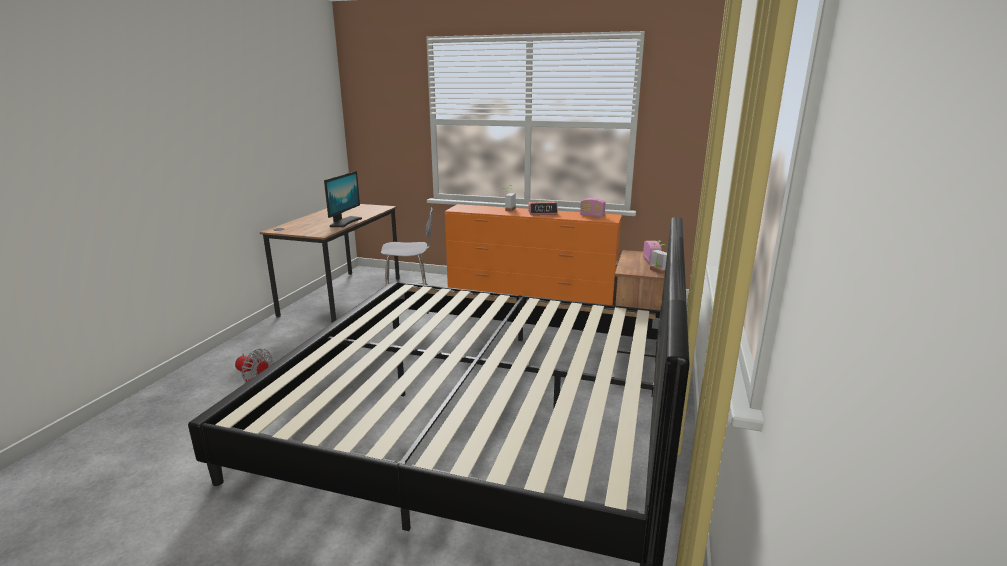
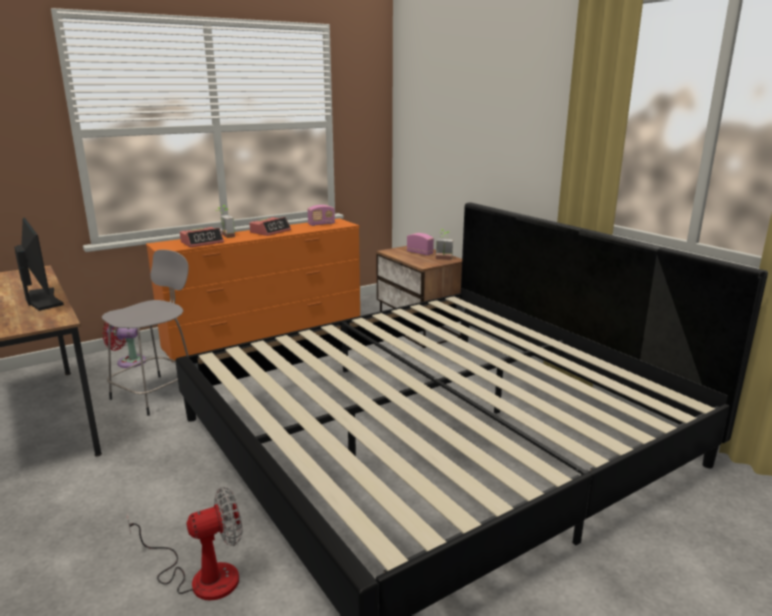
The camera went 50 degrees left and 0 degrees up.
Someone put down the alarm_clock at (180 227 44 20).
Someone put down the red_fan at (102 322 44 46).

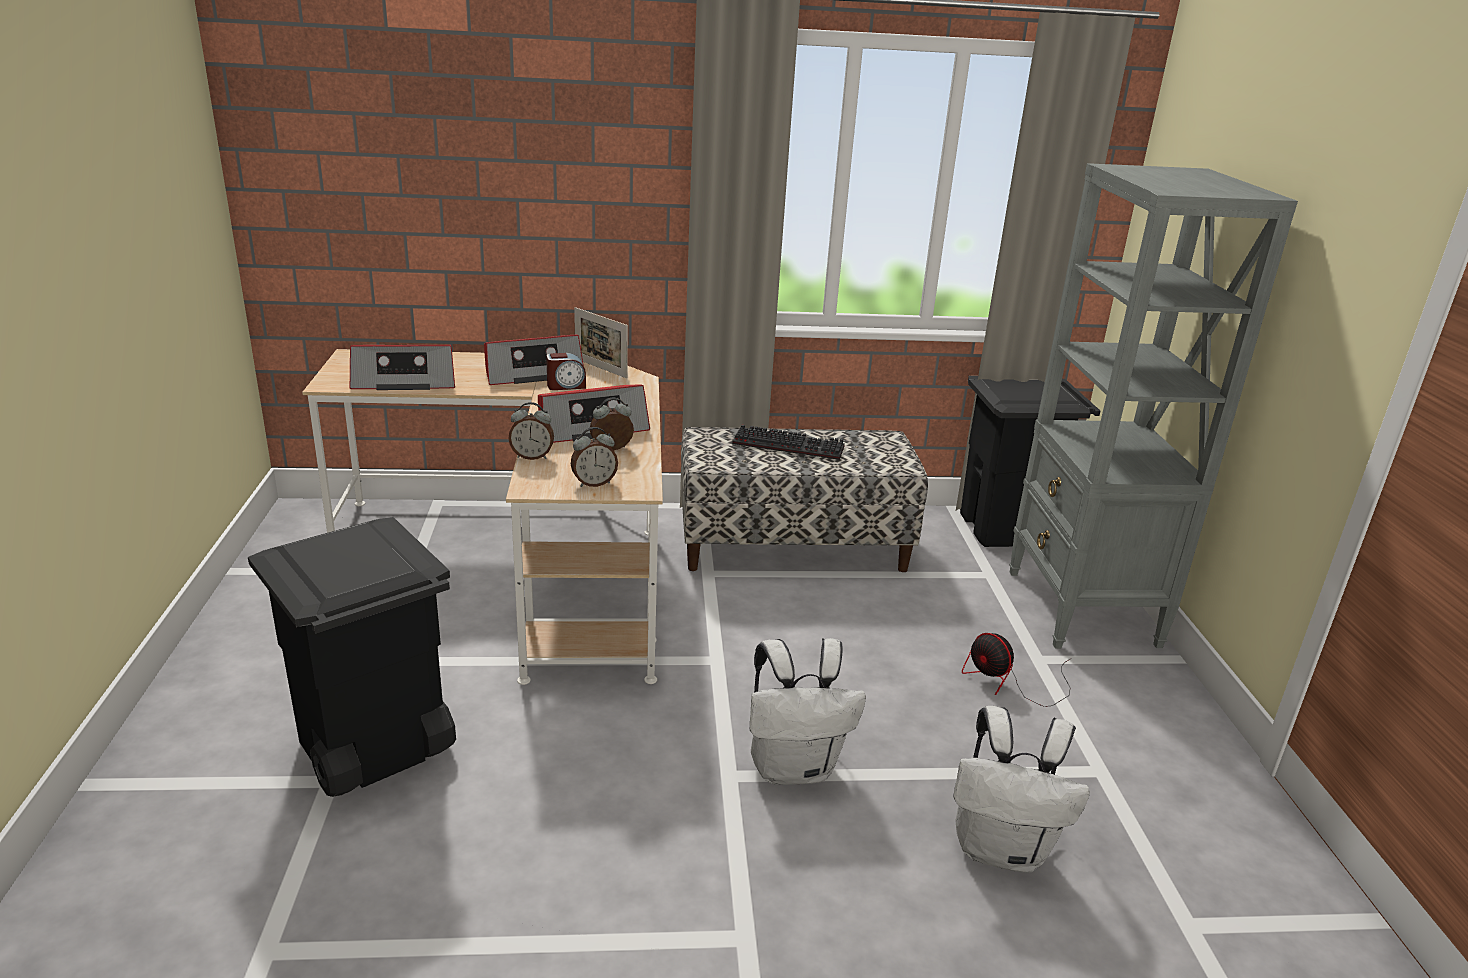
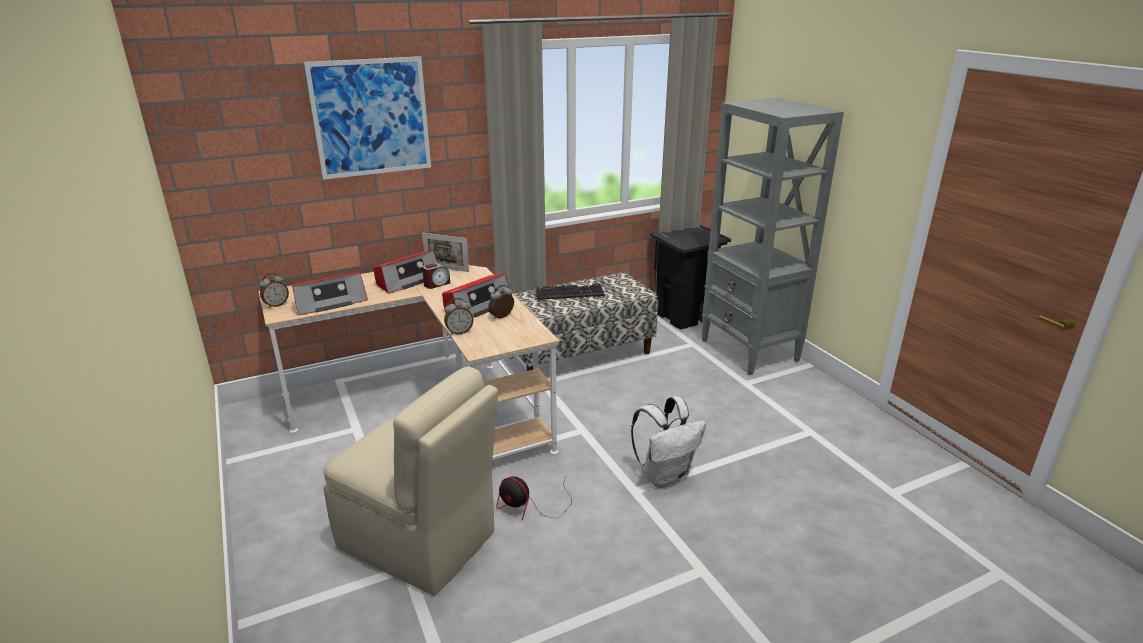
The camera went 20 degrees left and 0 degrees up.
Someone carried the alarm_clock from (571 427 47 60) to (260 273 29 35).
Someone swapped the black_trash_can at (248 517 208 280) for the beige_chair at (323 366 175 229).
Someone carried the fan from (962 633 108 74) to (496 474 75 46).
Someone took away the white_backpack at (953 706 137 167).
Someone put up the picture at (304 56 127 124).

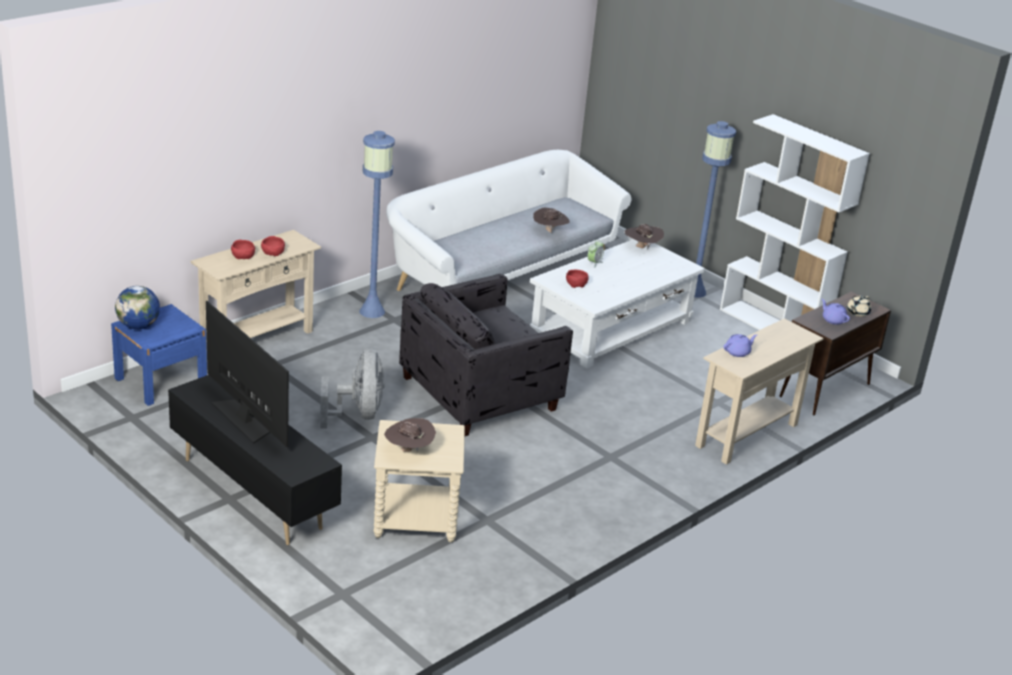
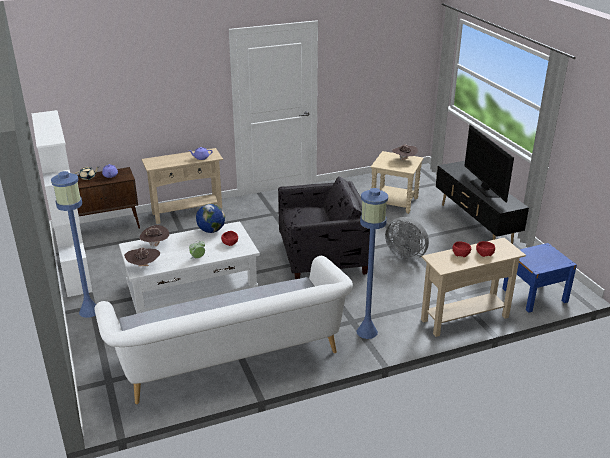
The camera went 155 degrees left and 0 degrees up.
Someone carried the brown_hat from (533 208 36 25) to (140 225 29 21).
Someone carried the globe from (115 286 45 43) to (196 204 29 29).
Someone rotated the grey_fan at (320 347 65 82) by 75 degrees counterclockwise.

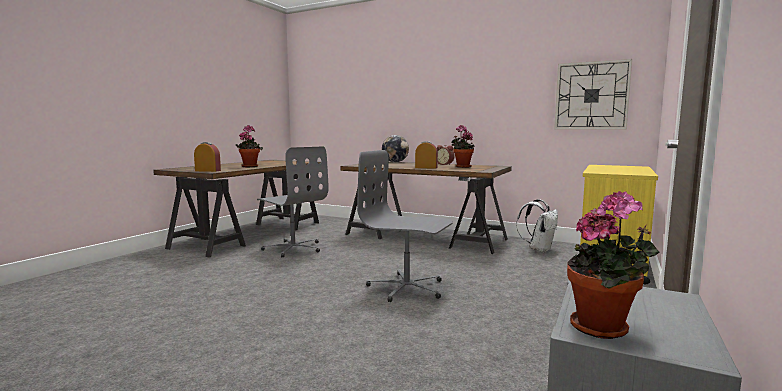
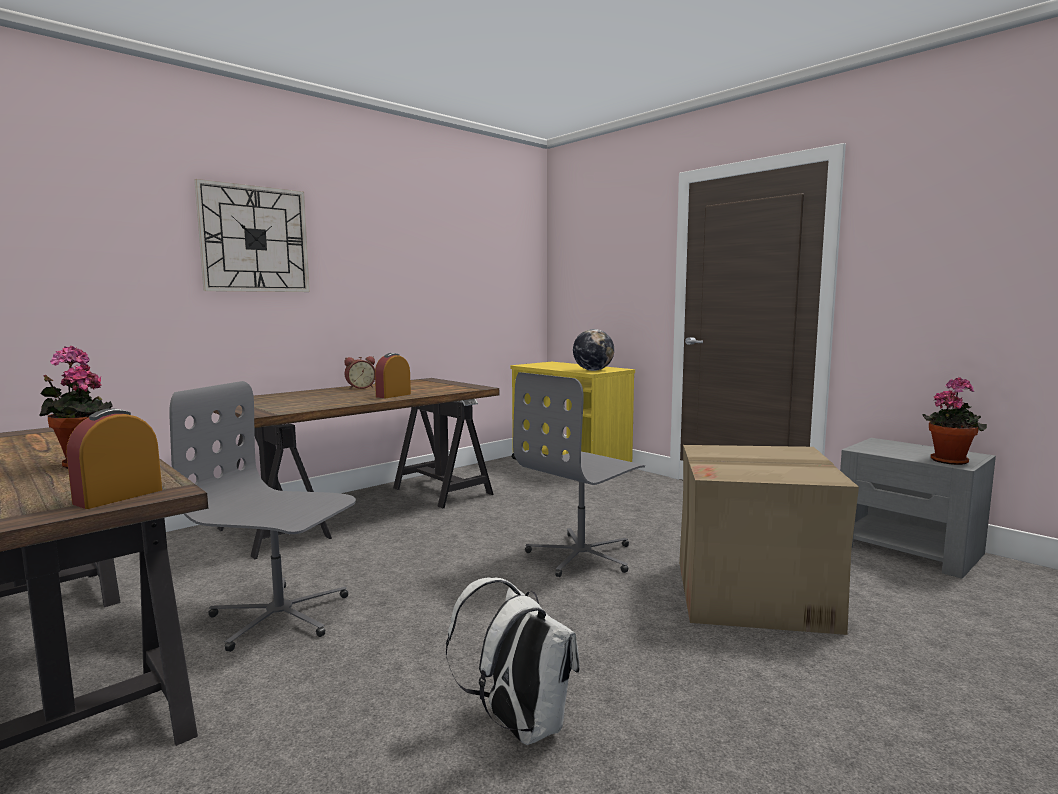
The camera went 70 degrees left and 0 degrees up.
Someone carried the wall_clock from (554 59 78 70) to (194 179 116 113).
Someone took away the potted_plant at (451 125 24 43).
Someone carried the globe from (382 135 27 28) to (573 329 41 42).
Someone rotated the grey_office_chair at (257 146 72 111) by 135 degrees counterclockwise.
Someone carried the white_backpack from (516 199 42 54) to (446 577 134 168).
Someone put down the cardboard_box at (679 445 180 190).

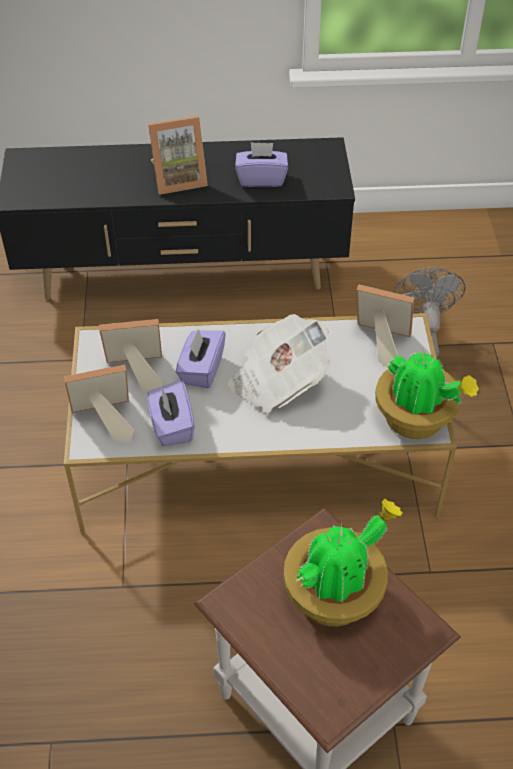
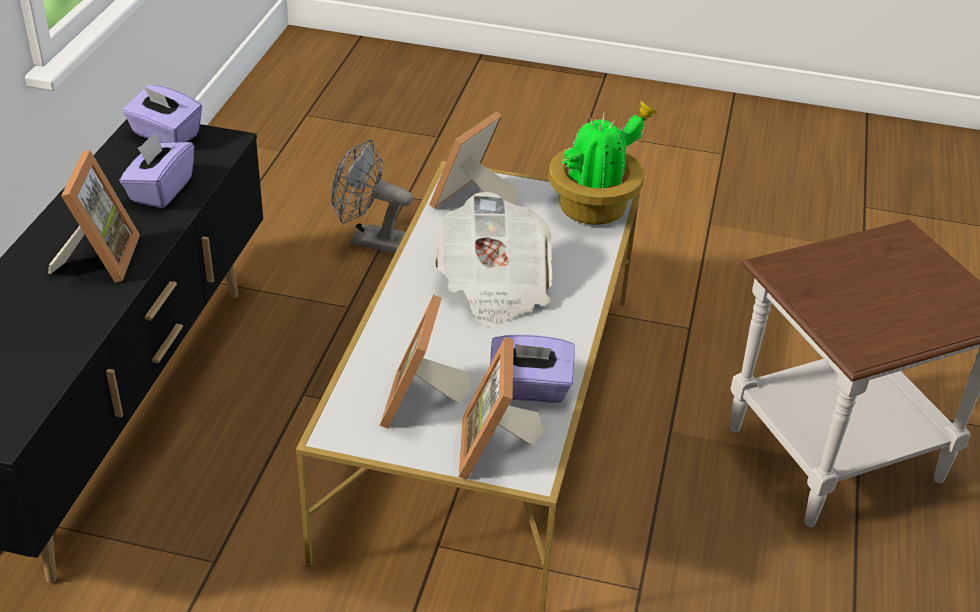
The camera went 75 degrees left and 10 degrees down.
Someone carried the purple_tissue_box from (176 329 50 59) to (123 85 79 58).
Someone took away the potted_plant at (283 499 120 128).

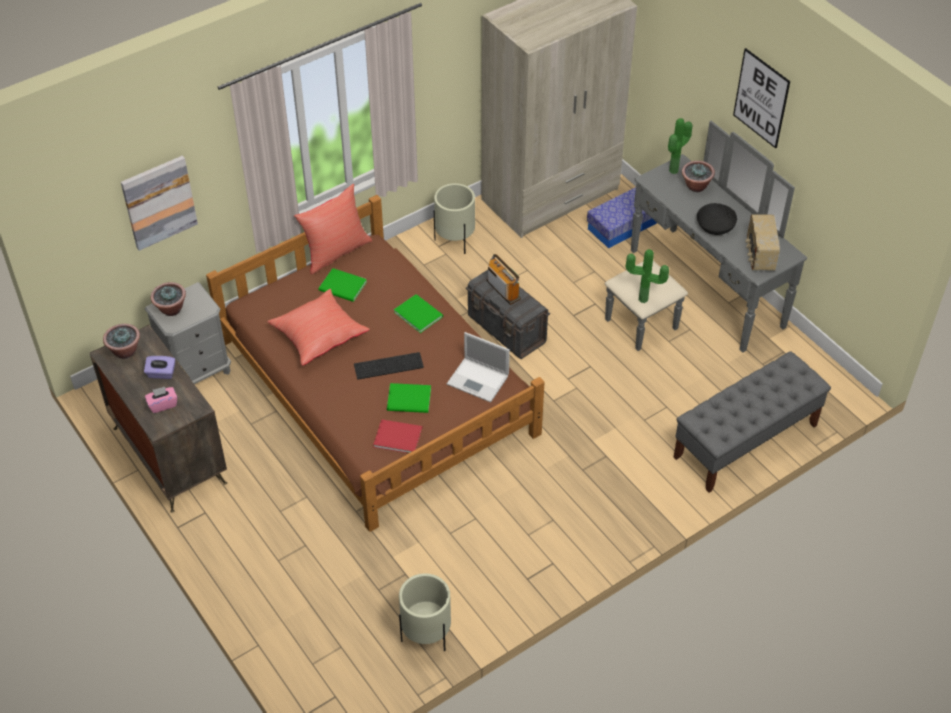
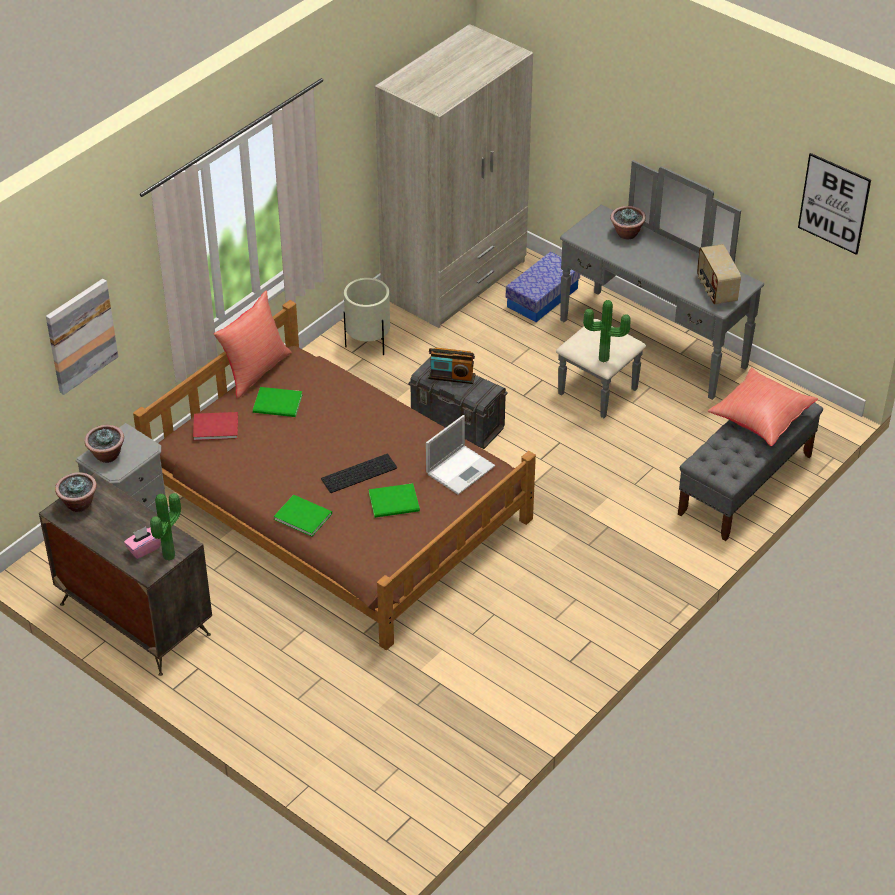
The camera went 15 degrees left and 5 degrees down.
Someone carried the picture from (733 48 57 101) to (798 153 73 102).
Someone carried the potted_plant from (668 118 24 56) to (150 493 31 68).
Someone took away the black_bowl at (697 203 40 32).
Someone rotated the radio at (486 254 35 51) by 150 degrees clockwise.
Someone carried the red_pillow from (268 289 102 77) to (708 367 110 79).
Someone carried the green_book from (394 294 49 39) to (274 495 58 42).
Someone rotated the laptop at (447 332 63 70) by 60 degrees counterclockwise.
Someone took away the purple_tissue_box at (144 356 31 23).
Someone carried the red_book from (373 419 49 34) to (193 412 45 28).
Someone took away the beige_planter at (399 573 52 78).

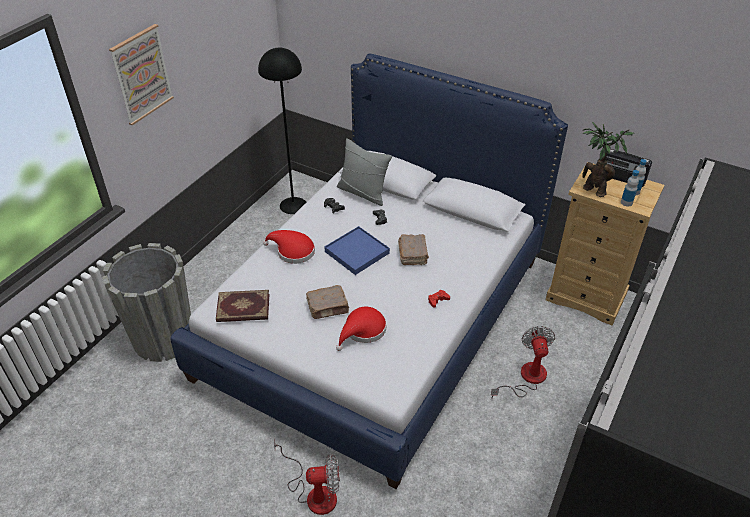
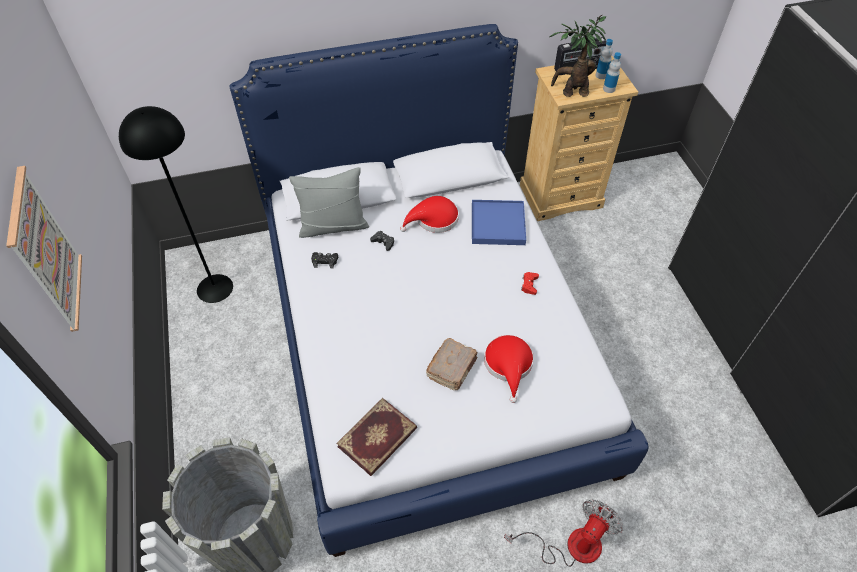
The camera went 45 degrees left and 10 degrees up.
Someone carried the blue_tray from (324 226 66 49) to (472 200 54 45).
Someone carried the red_hat from (263 230 52 34) to (400 196 59 37).
Someone took away the brown_book at (398 234 31 31).
Someone took away the fan at (491 326 64 72).

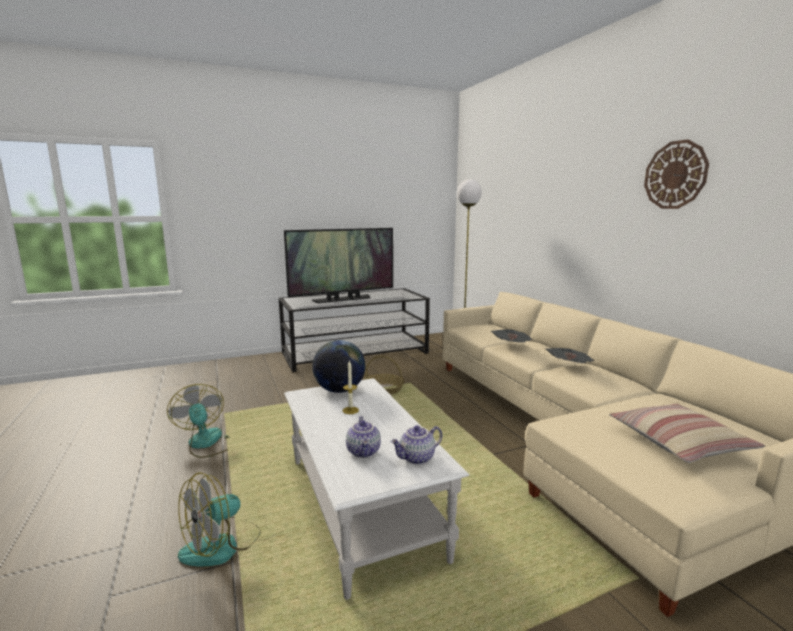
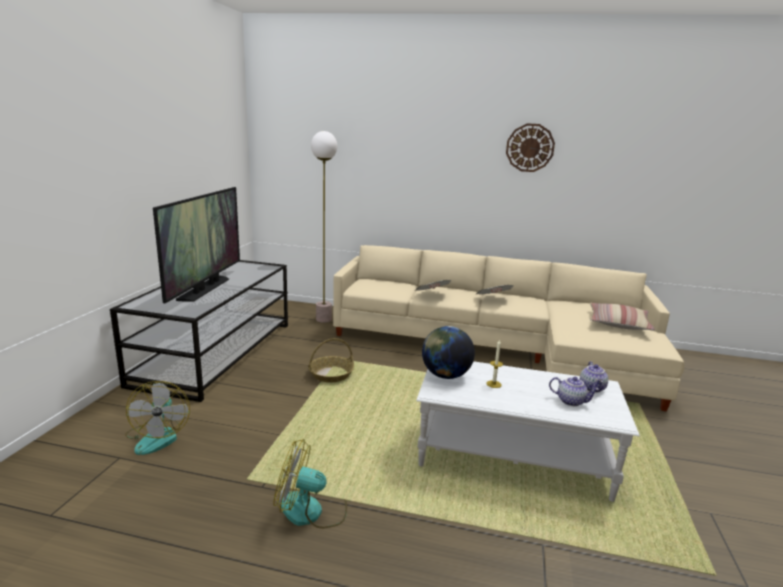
The camera went 55 degrees left and 5 degrees up.
Someone carried the fan from (178 472 82 94) to (125 381 65 74).

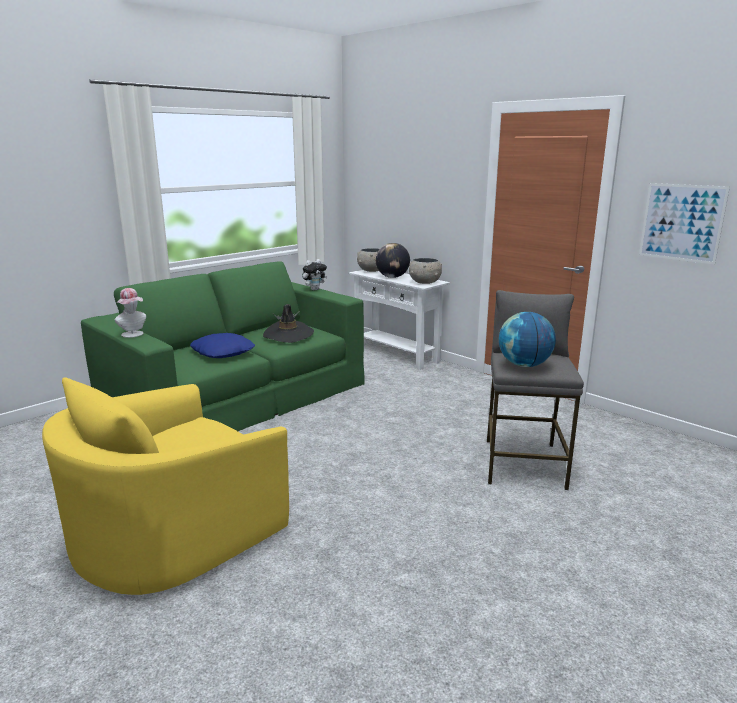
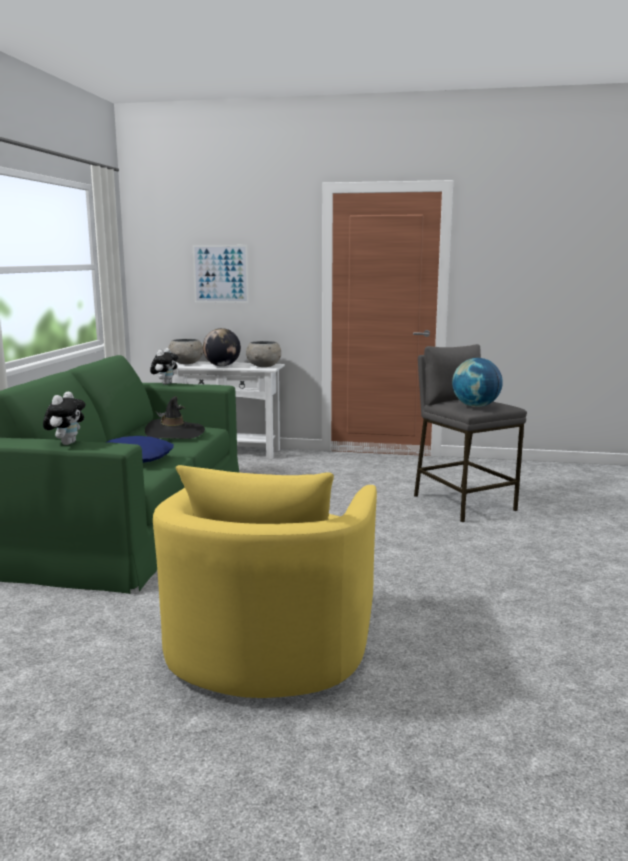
The camera went 35 degrees left and 5 degrees down.
Someone carried the picture from (639 183 91 82) to (193 245 56 58).
Someone swapped the hat at (115 288 31 50) for the plush_toy at (43 391 42 54).

